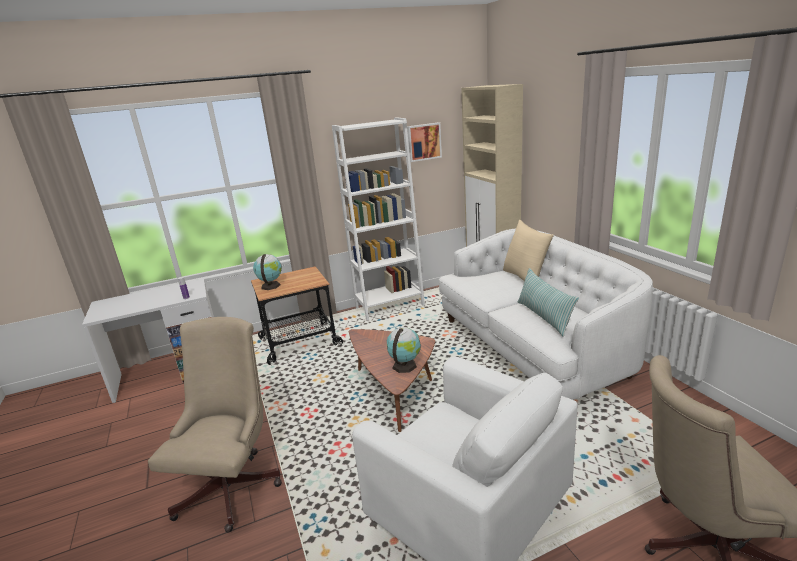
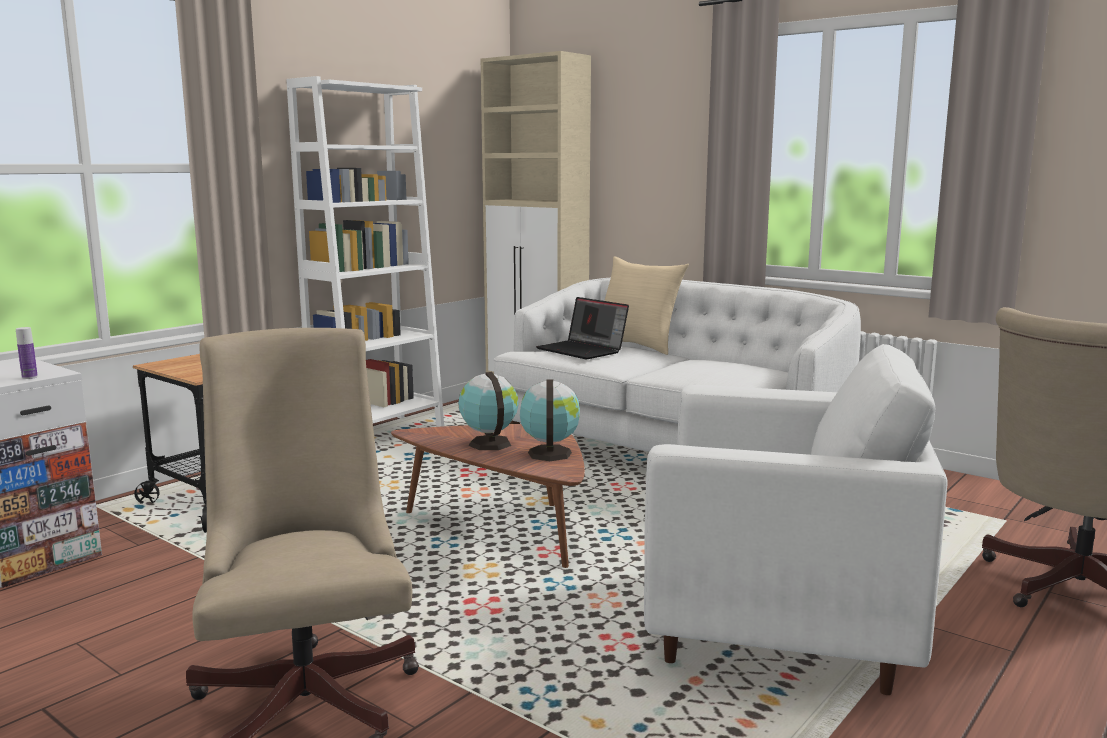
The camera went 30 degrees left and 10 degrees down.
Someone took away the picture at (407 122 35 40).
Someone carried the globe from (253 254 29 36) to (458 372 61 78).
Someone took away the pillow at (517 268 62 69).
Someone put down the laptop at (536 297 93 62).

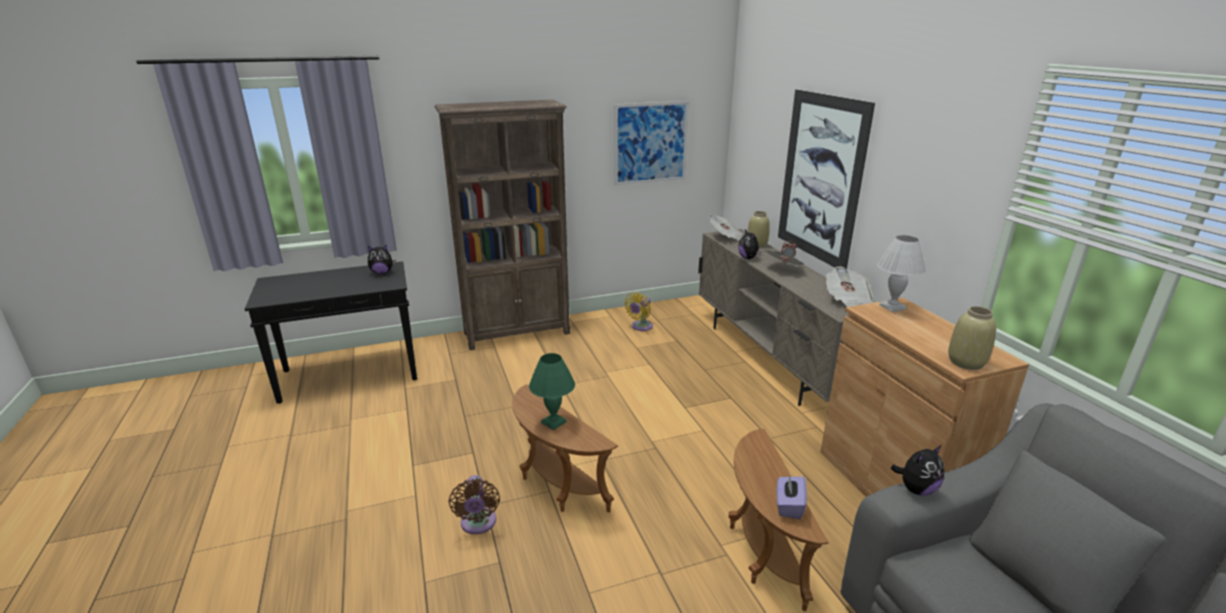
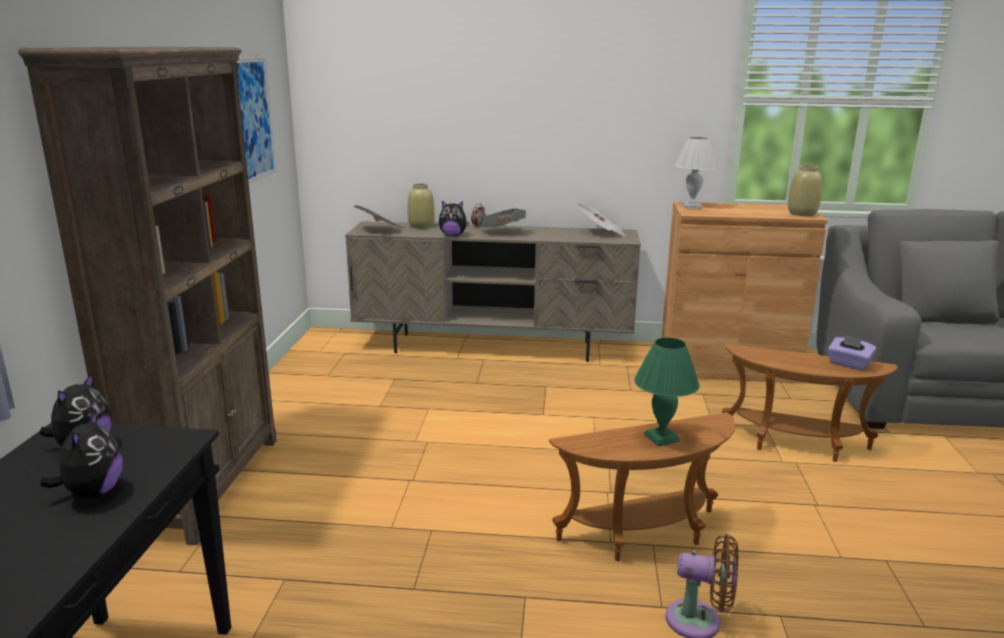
The camera went 65 degrees left and 5 degrees down.
Someone took away the picture at (778 89 97 180).
Someone took away the yellow_fan at (625 292 28 39).
Someone carried the plush_toy from (891 445 54 50) to (40 409 83 89).

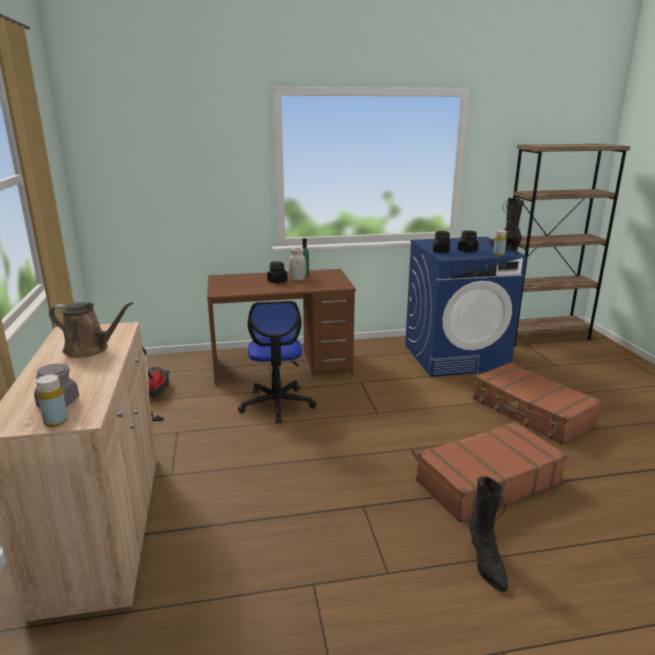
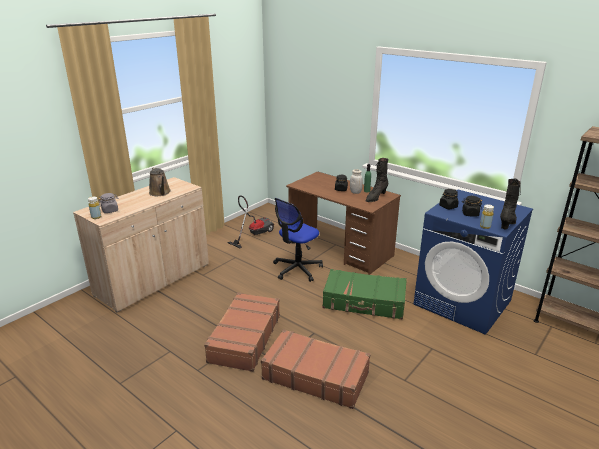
The camera went 50 degrees right and 5 degrees up.
Someone carried the brown_suitcase from (473 362 129 83) to (204 292 76 80).
Someone carried the black_boot from (469 476 39 116) to (365 158 23 44).
Someone put down the green_suitcase at (323 269 84 51).

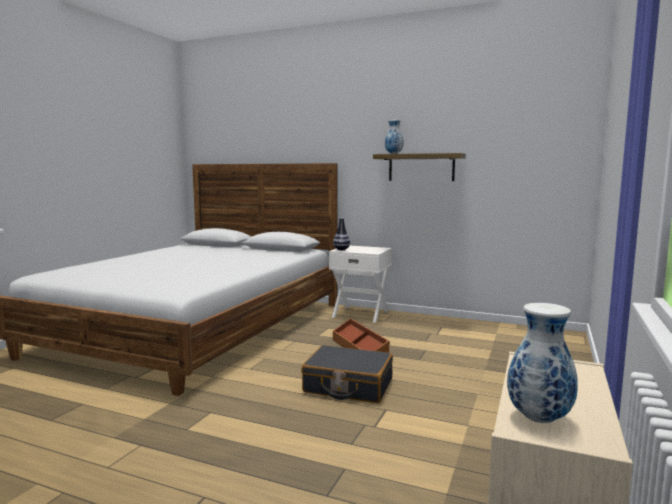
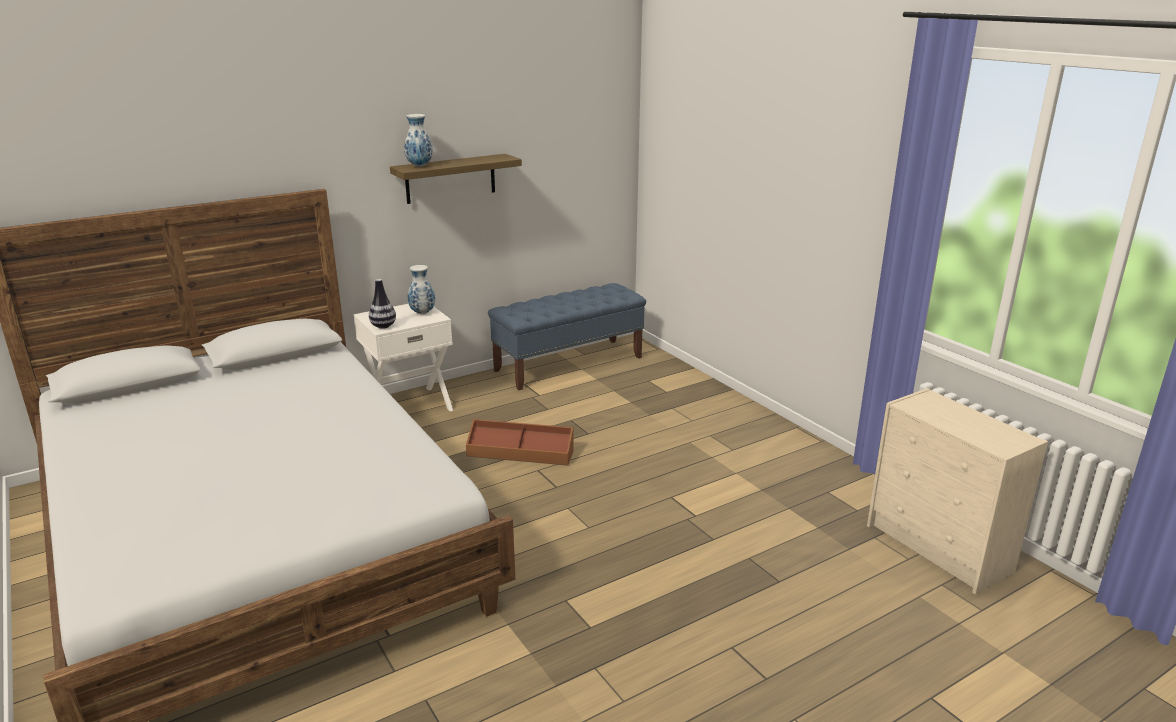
The camera went 55 degrees left and 15 degrees up.
Someone carried the vase from (507 303 71 120) to (408 265 27 49).
Someone took away the black_suitcase at (301 345 92 58).
Someone put down the blue_bench at (488 283 158 107).

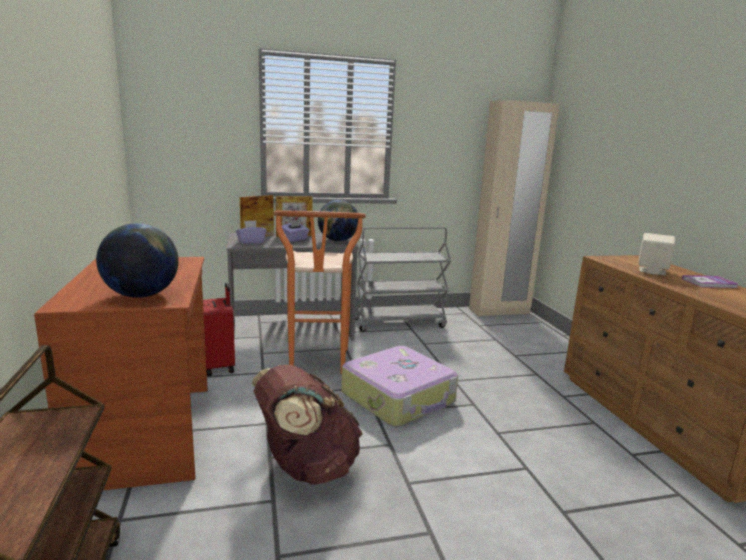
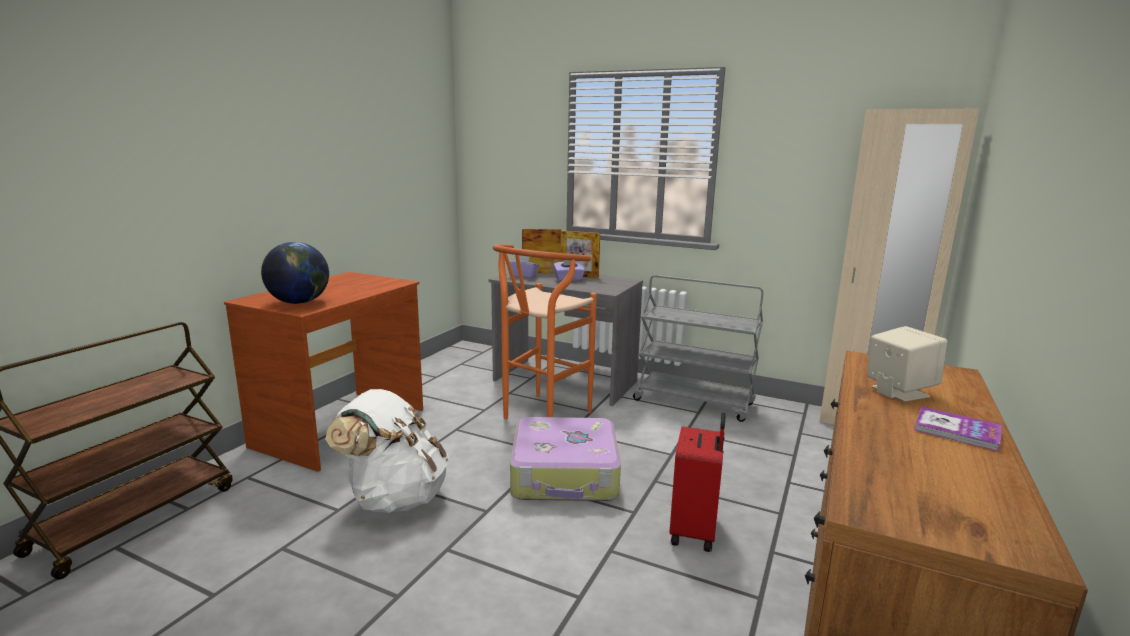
The camera went 40 degrees right and 0 degrees up.
Someone took away the globe at (318 200 40 41).
Someone carried the red_suitcase from (203 283 32 93) to (670 413 56 139).
Someone repainted the brown_backpack at (252 365 111 120), which became the white_backpack at (325 389 124 124).

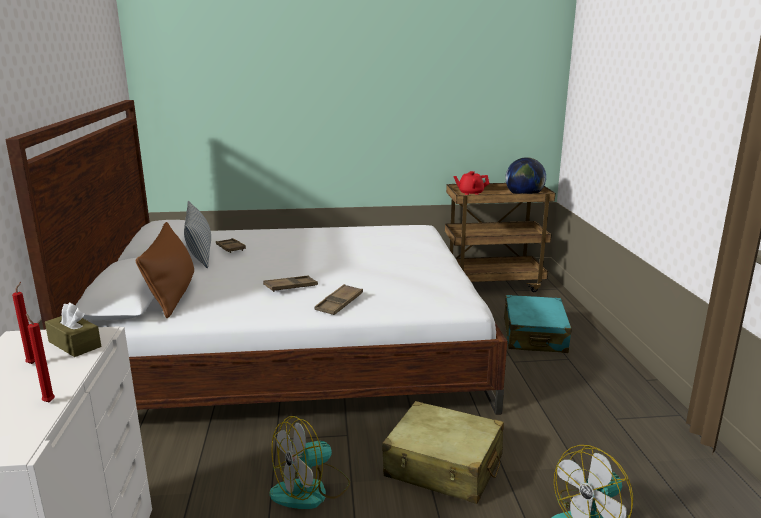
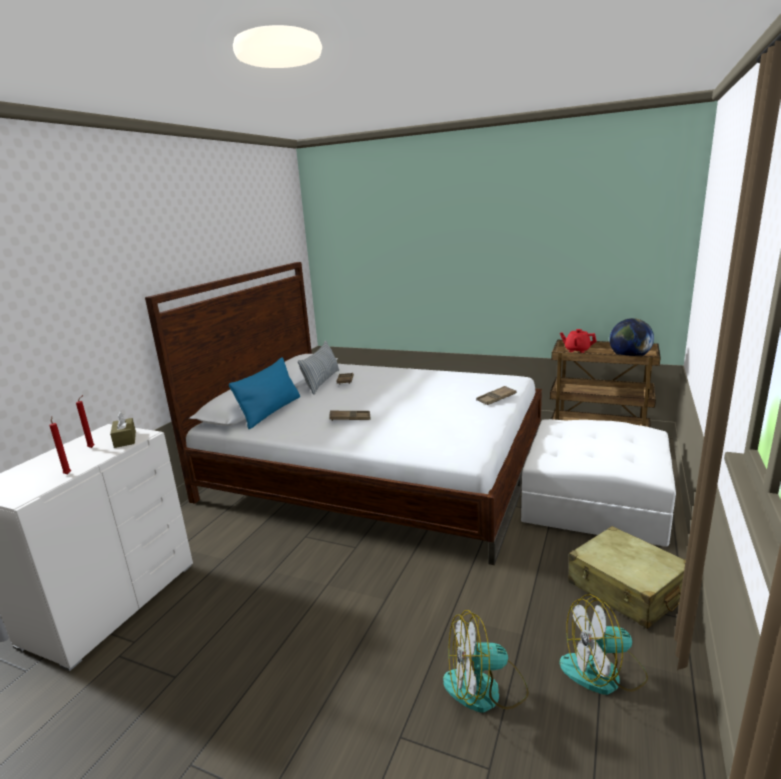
The camera went 30 degrees right and 0 degrees up.
Someone repainted the brown_pillow at (136 222 58 96), which became the blue_pillow at (229 357 71 72).
Someone carried the brown_tray from (315 284 48 31) to (476 386 41 19).
Someone swapped the turquoise_suitcase at (504 295 68 58) for the white_ottoman at (521 419 155 128).
Someone carried the beige_suitcase from (382 401 122 103) to (568 526 118 103).
Someone carried the fan from (269 416 81 93) to (559 594 89 101).

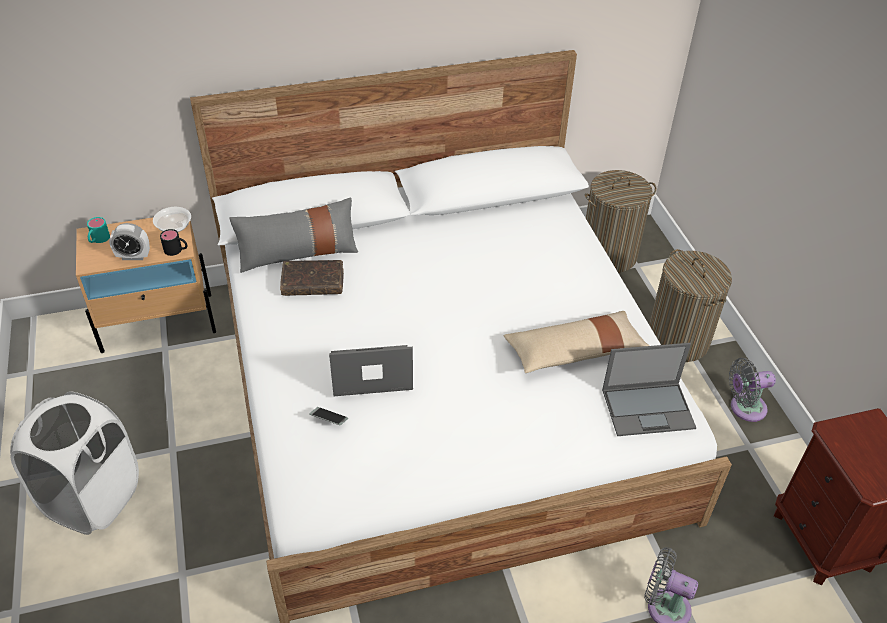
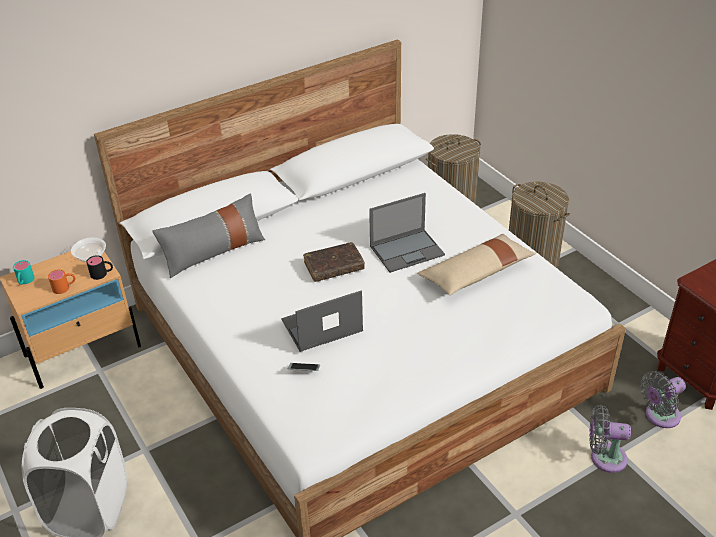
The camera went 15 degrees left and 5 degrees down.
Someone swapped the alarm_clock at (109 223 41 37) for the orange_mug at (48 269 27 25).
Someone carried the brown_book from (280 260 64 36) to (303 242 62 40).
Someone carried the laptop from (602 343 94 93) to (369 193 76 80).
Someone carried the grey_fan from (729 358 47 64) to (640 371 46 57).

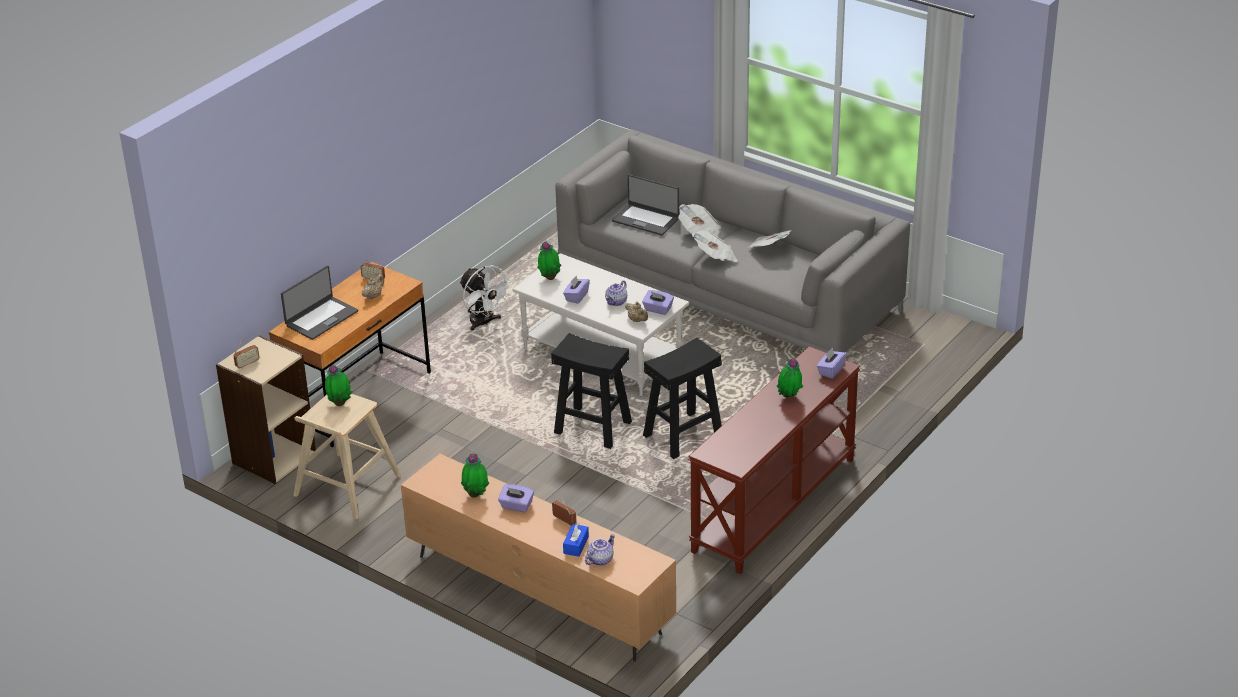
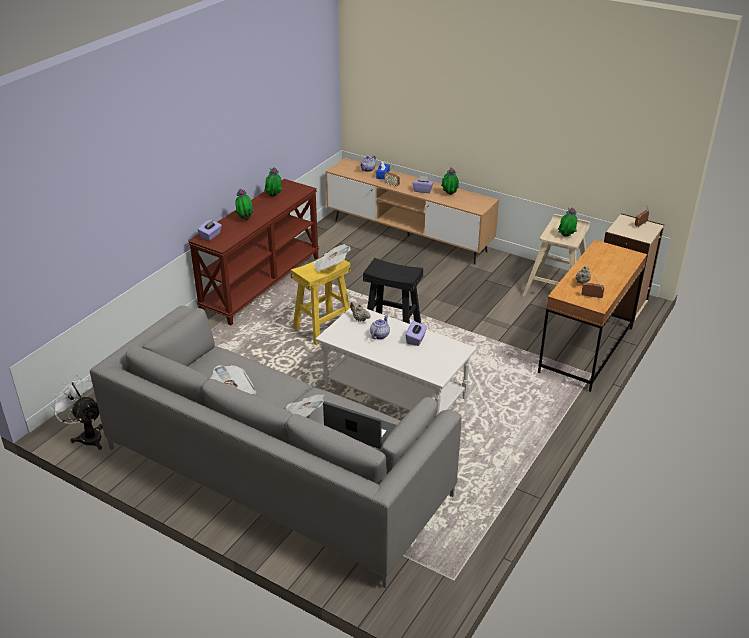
The camera went 175 degrees right and 0 degrees up.
Someone carried the newspaper from (692 230 45 32) to (313 244 38 28).
Someone carried the potted_plant from (537 241 24 39) to (264 167 19 30).
Someone carried the white_fan from (459 265 53 66) to (50 375 53 75).
Someone took away the laptop at (281 266 77 74).
Someone took away the purple_tissue_box at (642 290 32 25).
Someone repainted the black_stool at (643 338 79 121), which became the yellow_stool at (291 257 60 88).

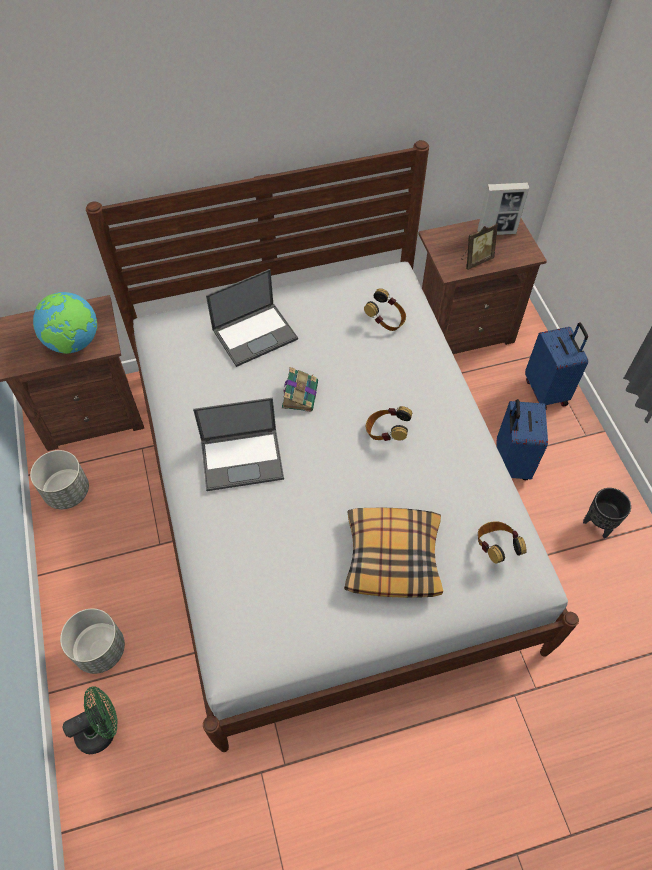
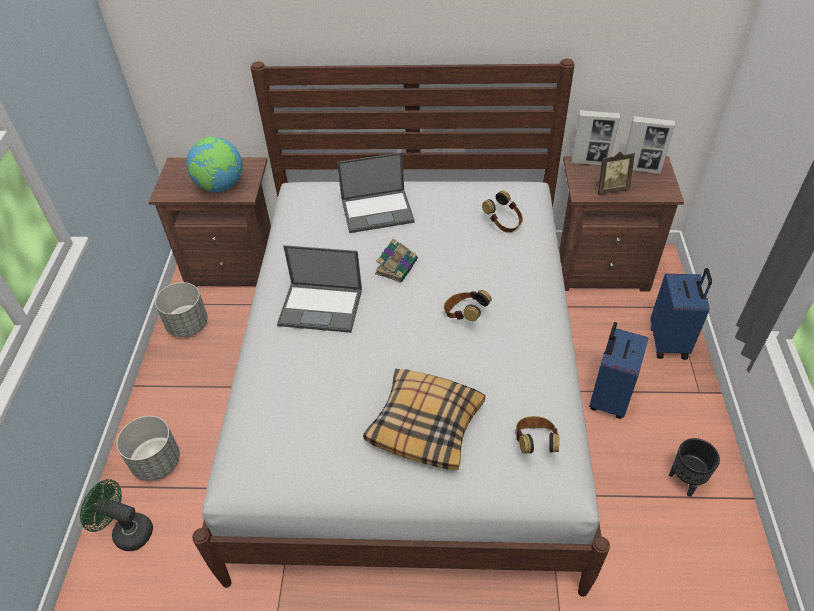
The camera went 20 degrees right and 10 degrees down.
Someone rotated the green_fan at (62 686 55 68) by 150 degrees counterclockwise.
Someone put down the picture_frame at (571 110 49 56).

